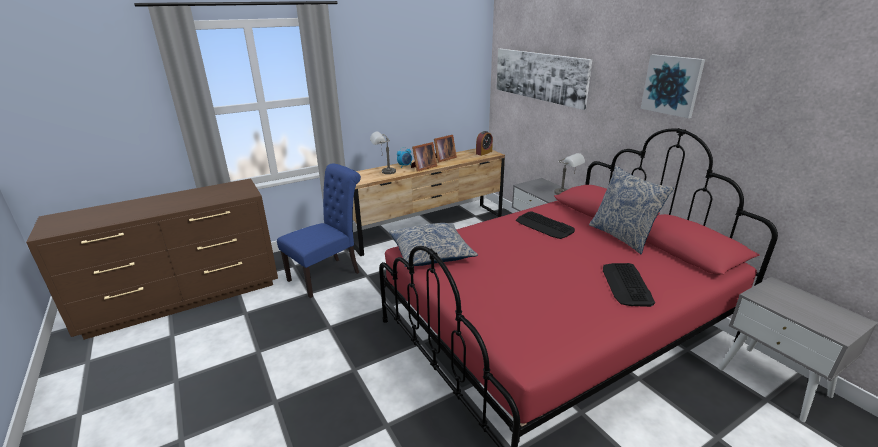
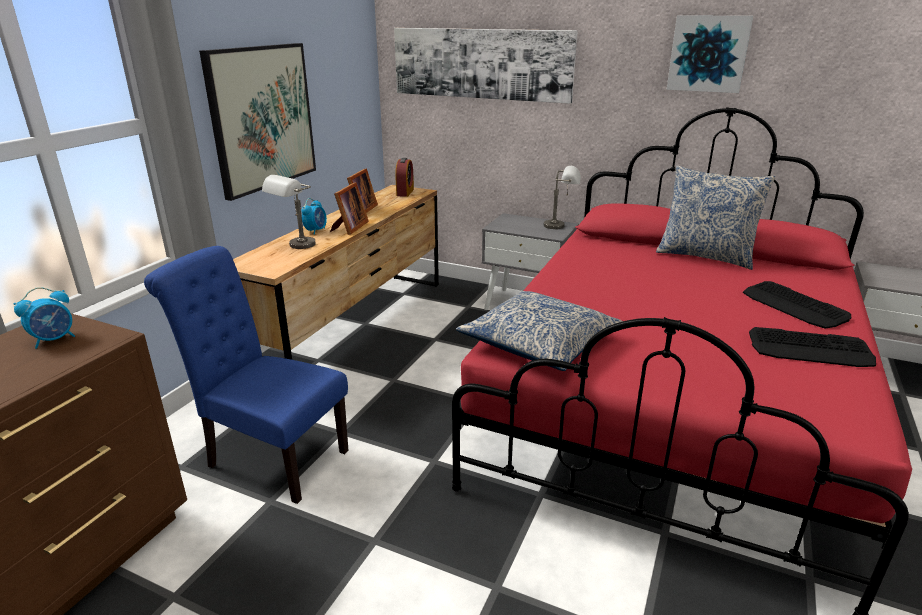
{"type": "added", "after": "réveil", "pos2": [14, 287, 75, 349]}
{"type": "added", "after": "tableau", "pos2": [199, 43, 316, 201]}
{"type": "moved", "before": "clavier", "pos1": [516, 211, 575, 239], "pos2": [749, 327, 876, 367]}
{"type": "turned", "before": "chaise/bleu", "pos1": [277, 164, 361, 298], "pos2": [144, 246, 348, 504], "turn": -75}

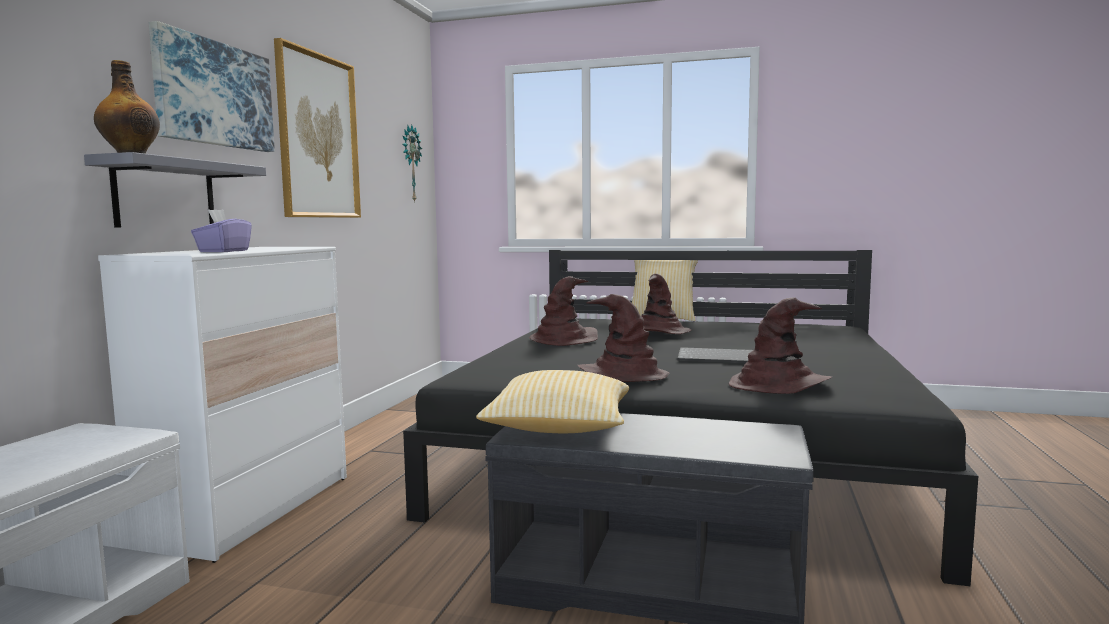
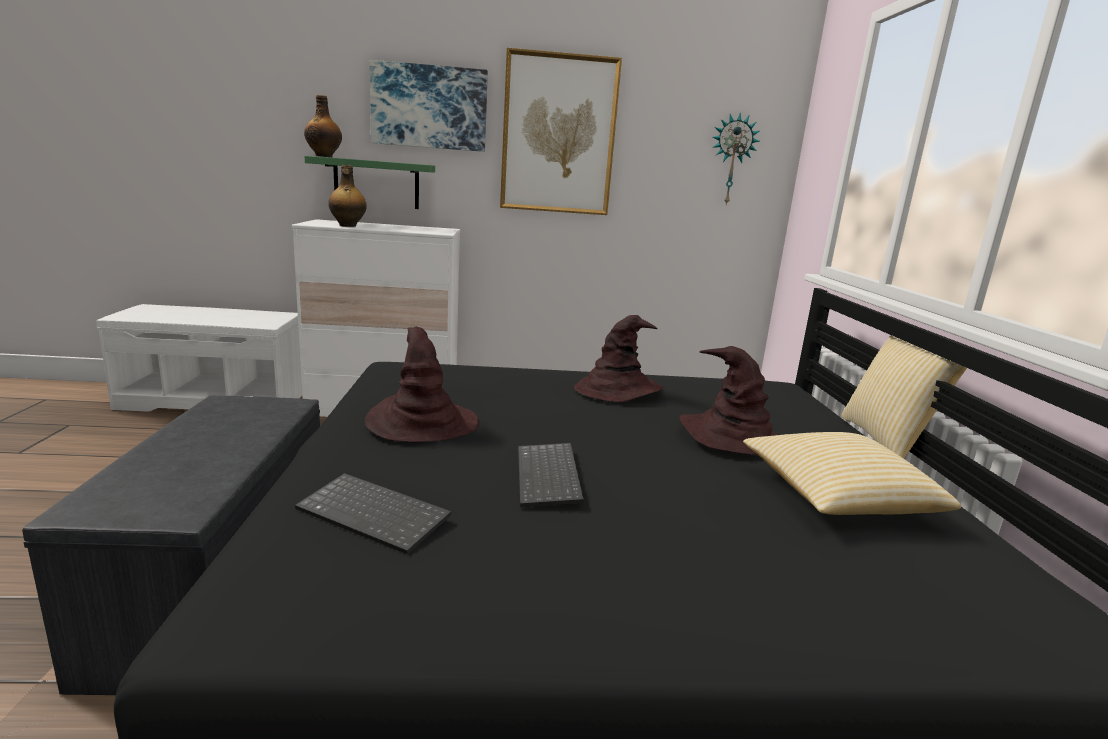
{"type": "moved", "before": "coussin", "pos1": [476, 370, 629, 433], "pos2": [743, 432, 961, 515]}
{"type": "replaced", "before": "boîte à mouchoirs/violet", "after": "bouteille", "pos1": [191, 209, 252, 252], "pos2": [328, 165, 367, 227]}
{"type": "replaced", "before": "chapeau/marron", "after": "clavier", "pos1": [729, 297, 832, 394], "pos2": [295, 473, 451, 554]}
{"type": "recoloured", "before": "étagère/gris", "after": "étagère/vert", "pos1": [84, 152, 266, 227], "pos2": [305, 156, 435, 209]}

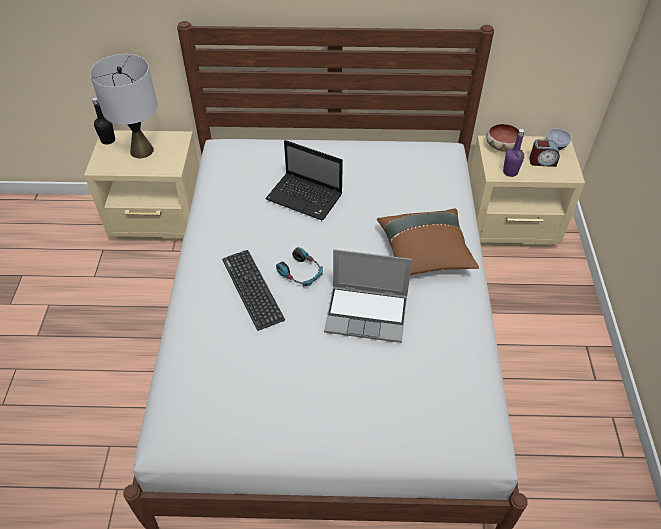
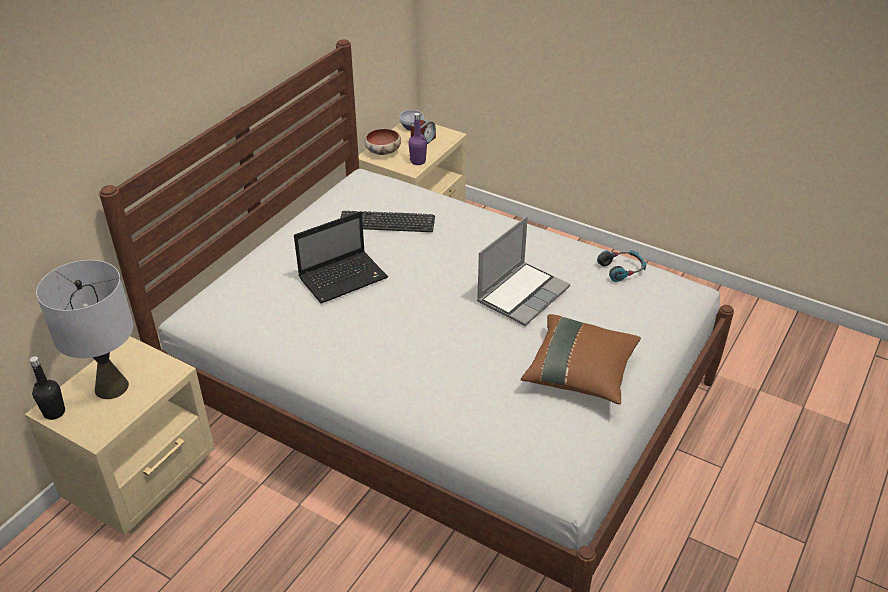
{"type": "moved", "before": "clavier", "pos1": [222, 250, 285, 331], "pos2": [340, 211, 435, 232]}
{"type": "moved", "before": "casque audio", "pos1": [276, 247, 323, 286], "pos2": [597, 250, 647, 282]}
{"type": "moved", "before": "coussin/marron", "pos1": [377, 208, 479, 275], "pos2": [521, 314, 641, 405]}

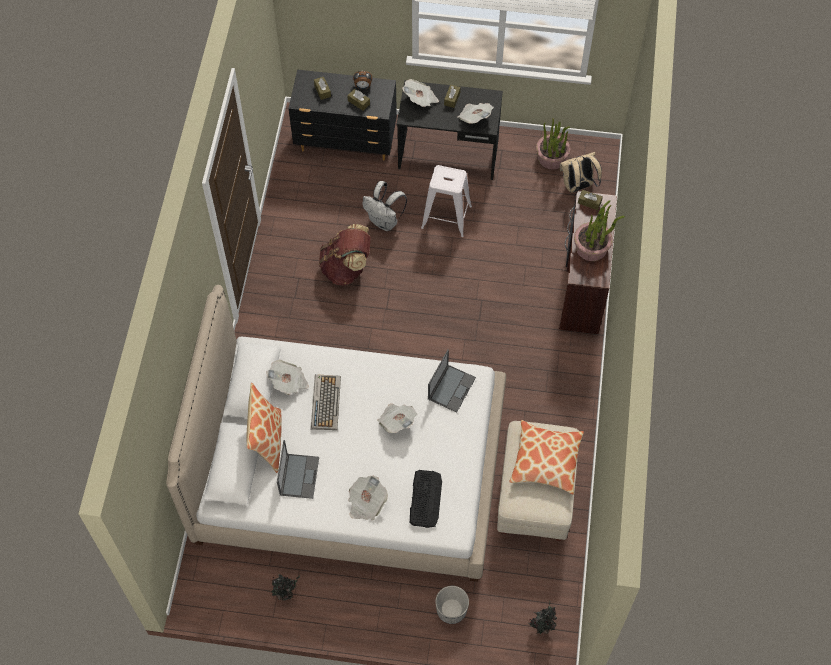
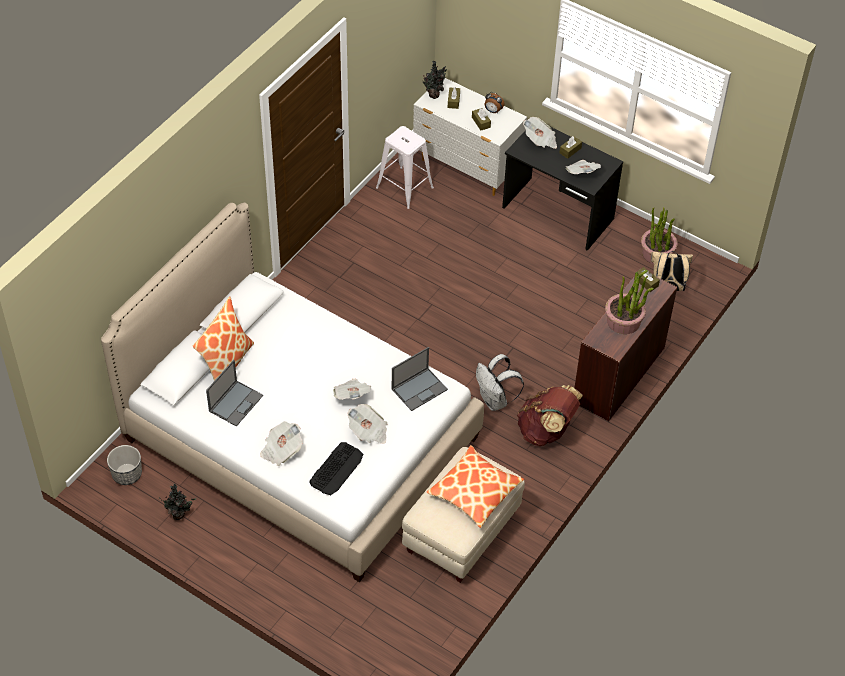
{"type": "removed", "before": "clavier", "pos1": [311, 374, 341, 430]}
{"type": "moved", "before": "journal", "pos1": [266, 360, 309, 395], "pos2": [348, 404, 387, 444]}
{"type": "moved", "before": "sac à dos/marron", "pos1": [319, 224, 370, 285], "pos2": [517, 385, 583, 446]}
{"type": "moved", "before": "sac à dos/blanc", "pos1": [363, 181, 407, 231], "pos2": [476, 354, 524, 411]}
{"type": "moved", "before": "tabouret/blanc", "pos1": [421, 165, 472, 237], "pos2": [376, 126, 434, 209]}
{"type": "moved", "before": "cache-pot", "pos1": [435, 586, 469, 624], "pos2": [107, 445, 142, 485]}
{"type": "moved", "before": "plante en pot", "pos1": [528, 601, 557, 635], "pos2": [423, 61, 447, 99]}
{"type": "recoloured", "before": "commode/noir", "after": "commode/blanc", "pos1": [288, 69, 397, 161], "pos2": [413, 78, 527, 196]}

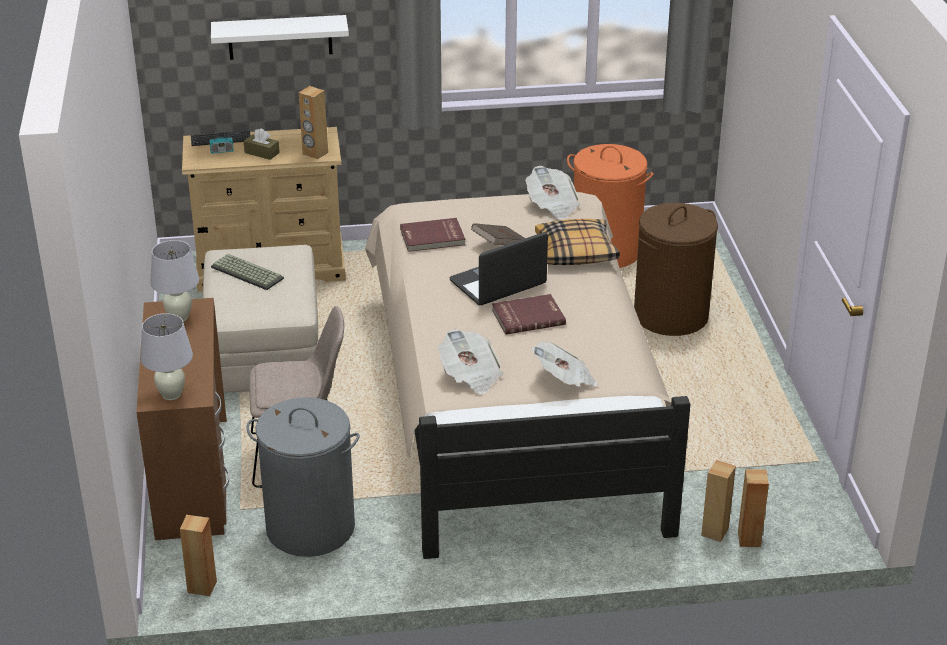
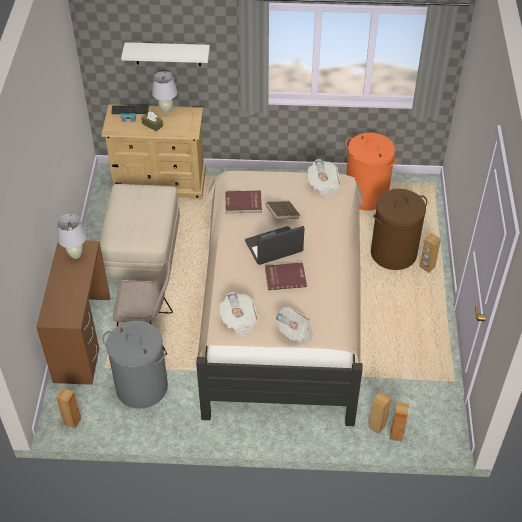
{"type": "removed", "before": "clavier", "pos1": [211, 254, 284, 290]}
{"type": "removed", "before": "coussin", "pos1": [535, 219, 620, 265]}
{"type": "moved", "before": "lampe de table/blanc", "pos1": [141, 313, 193, 400], "pos2": [152, 71, 178, 114]}
{"type": "moved", "before": "enceinte/marron", "pos1": [299, 86, 328, 159], "pos2": [419, 233, 441, 273]}

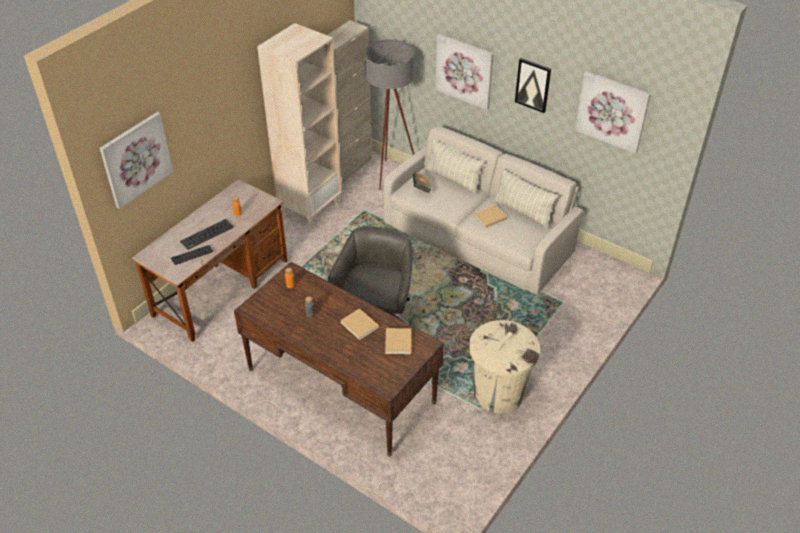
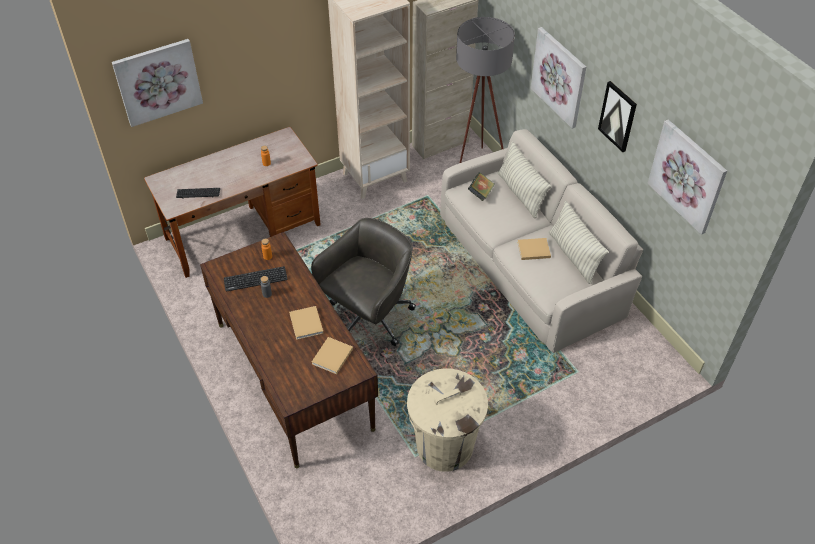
{"type": "moved", "before": "clavier", "pos1": [180, 219, 234, 250], "pos2": [224, 266, 288, 292]}

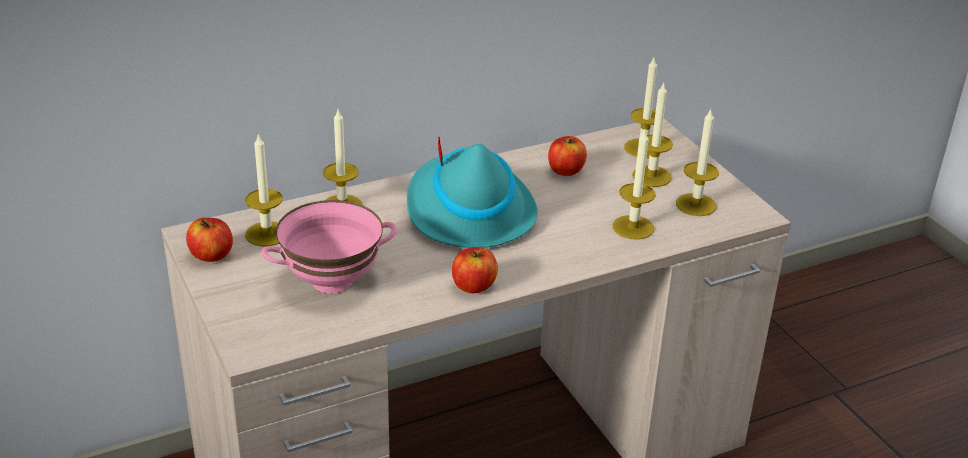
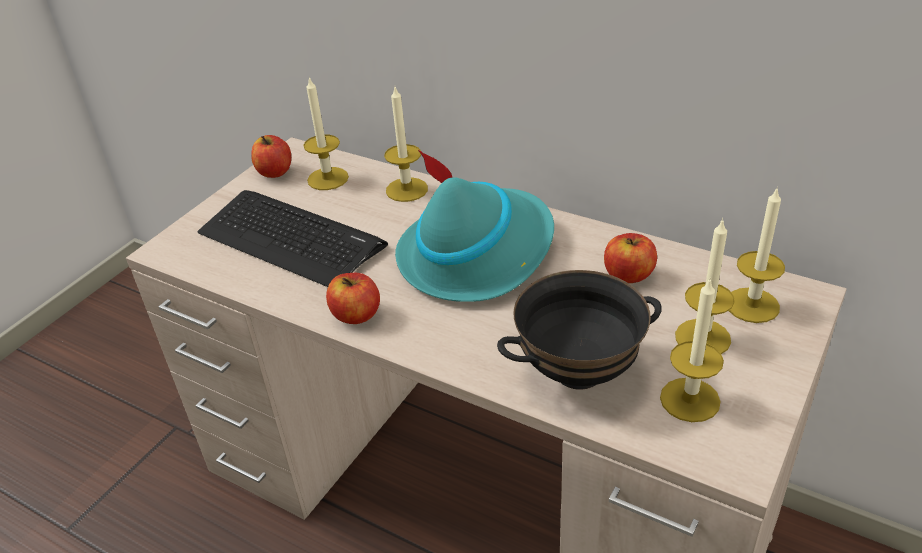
{"type": "replaced", "before": "bol/rose", "after": "clavier", "pos1": [261, 200, 397, 294], "pos2": [197, 190, 388, 287]}
{"type": "replaced", "before": "bougie", "after": "bol/noir", "pos1": [613, 131, 656, 240], "pos2": [497, 270, 662, 390]}

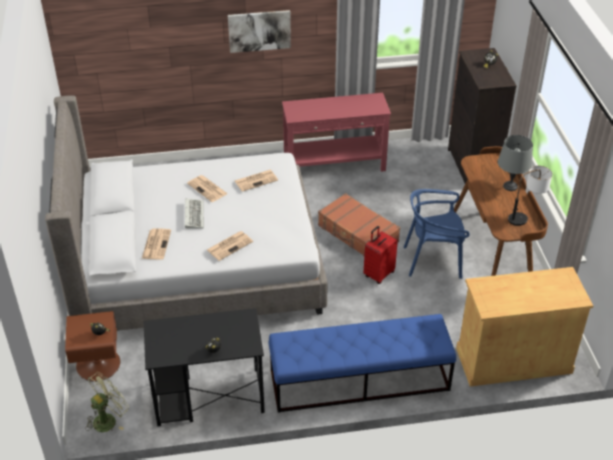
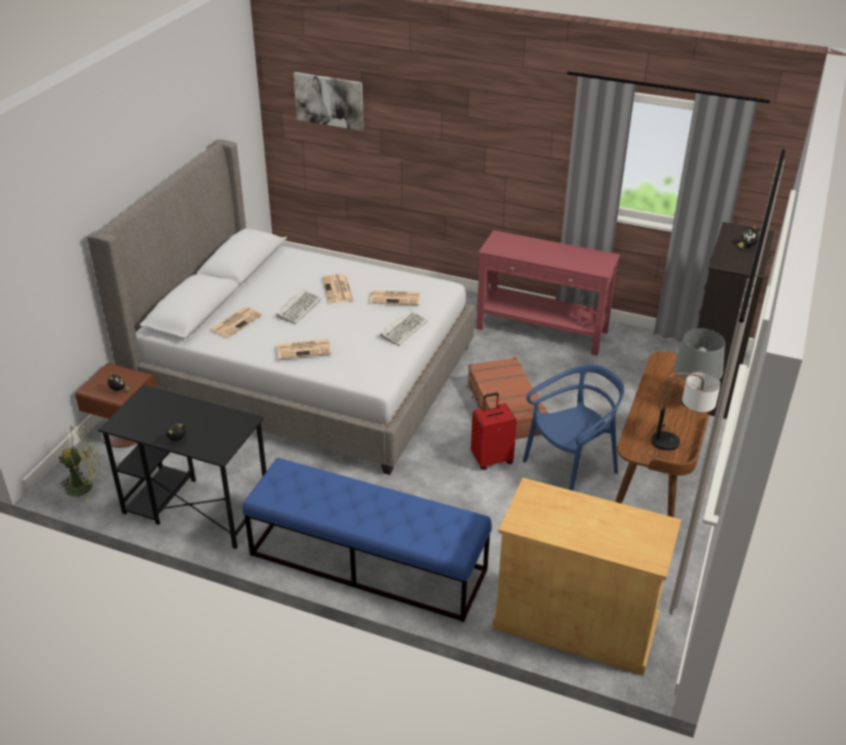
{"type": "added", "after": "clavier", "pos2": [380, 309, 428, 346]}
{"type": "moved", "before": "tableau", "pos1": [228, 10, 291, 53], "pos2": [293, 72, 364, 131]}
{"type": "turned", "before": "chaise/bleu", "pos1": [403, 189, 470, 279], "pos2": [523, 364, 624, 491], "turn": 120}

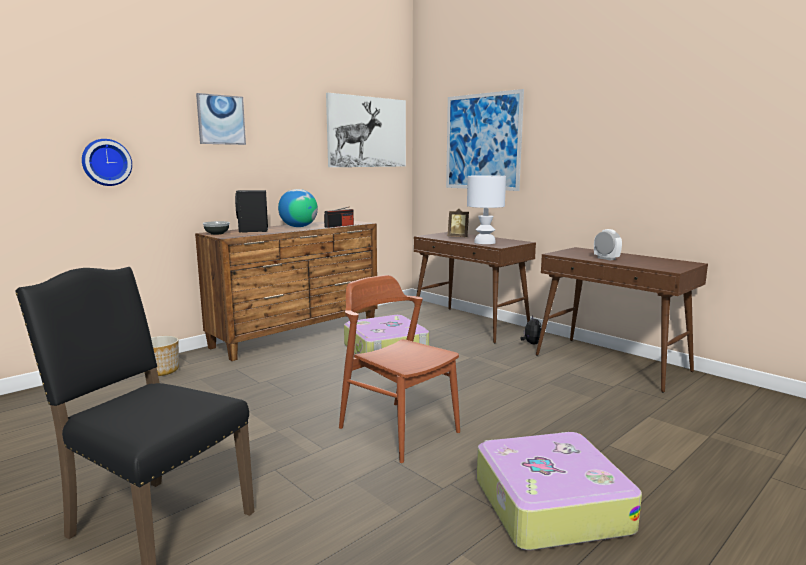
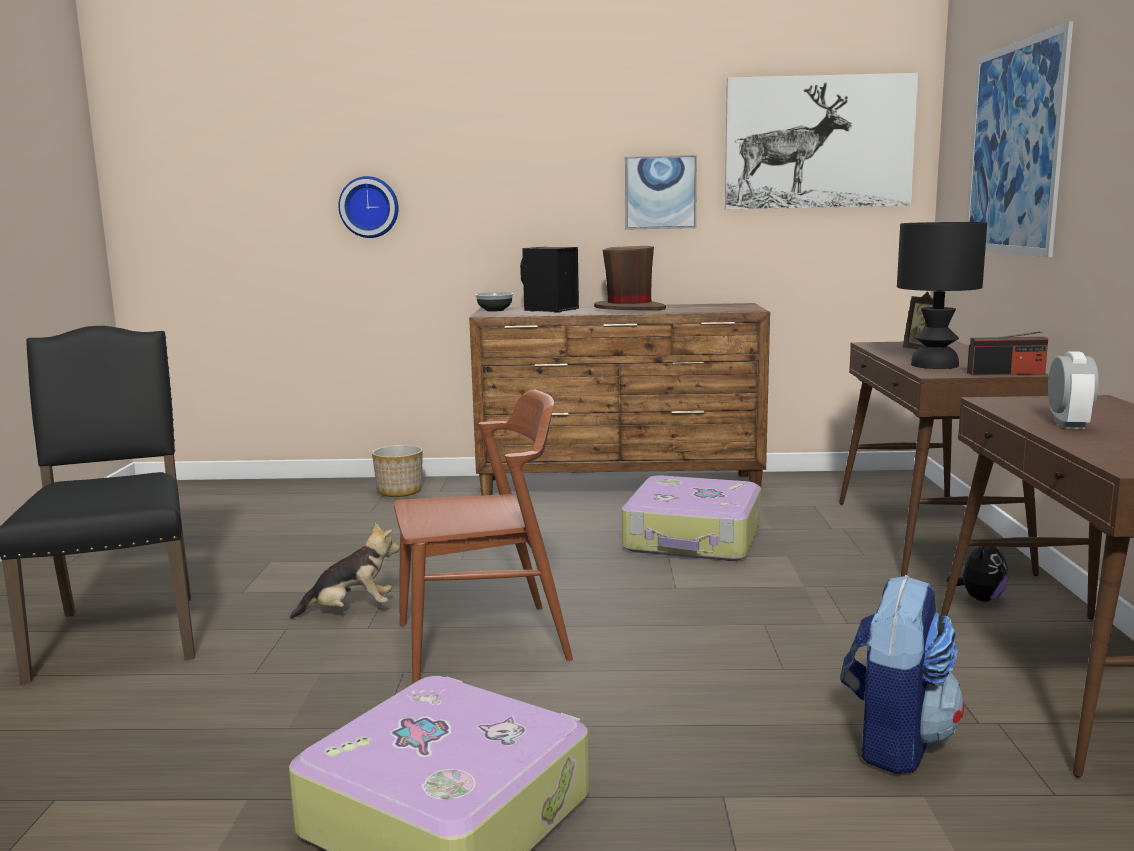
{"type": "added", "after": "peluche", "pos2": [290, 522, 399, 619]}
{"type": "added", "after": "sac à dos", "pos2": [841, 575, 964, 774]}
{"type": "moved", "before": "tableau", "pos1": [196, 93, 246, 145], "pos2": [625, 155, 697, 230]}
{"type": "moved", "before": "radio", "pos1": [324, 207, 354, 228], "pos2": [967, 331, 1048, 375]}
{"type": "replaced", "before": "globe", "after": "chapeau/marron", "pos1": [278, 189, 318, 227], "pos2": [594, 246, 666, 310]}
{"type": "recoloured", "before": "lampe de table/blanc", "after": "lampe de table/noir", "pos1": [467, 175, 506, 244], "pos2": [897, 222, 987, 369]}
{"type": "turned", "before": "chaise/marron", "pos1": [339, 275, 460, 463], "pos2": [394, 389, 573, 683], "turn": 75}

